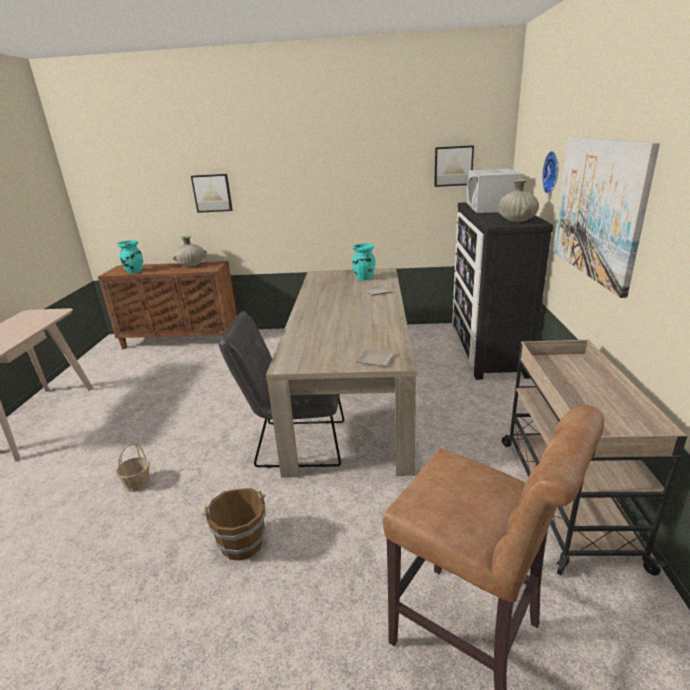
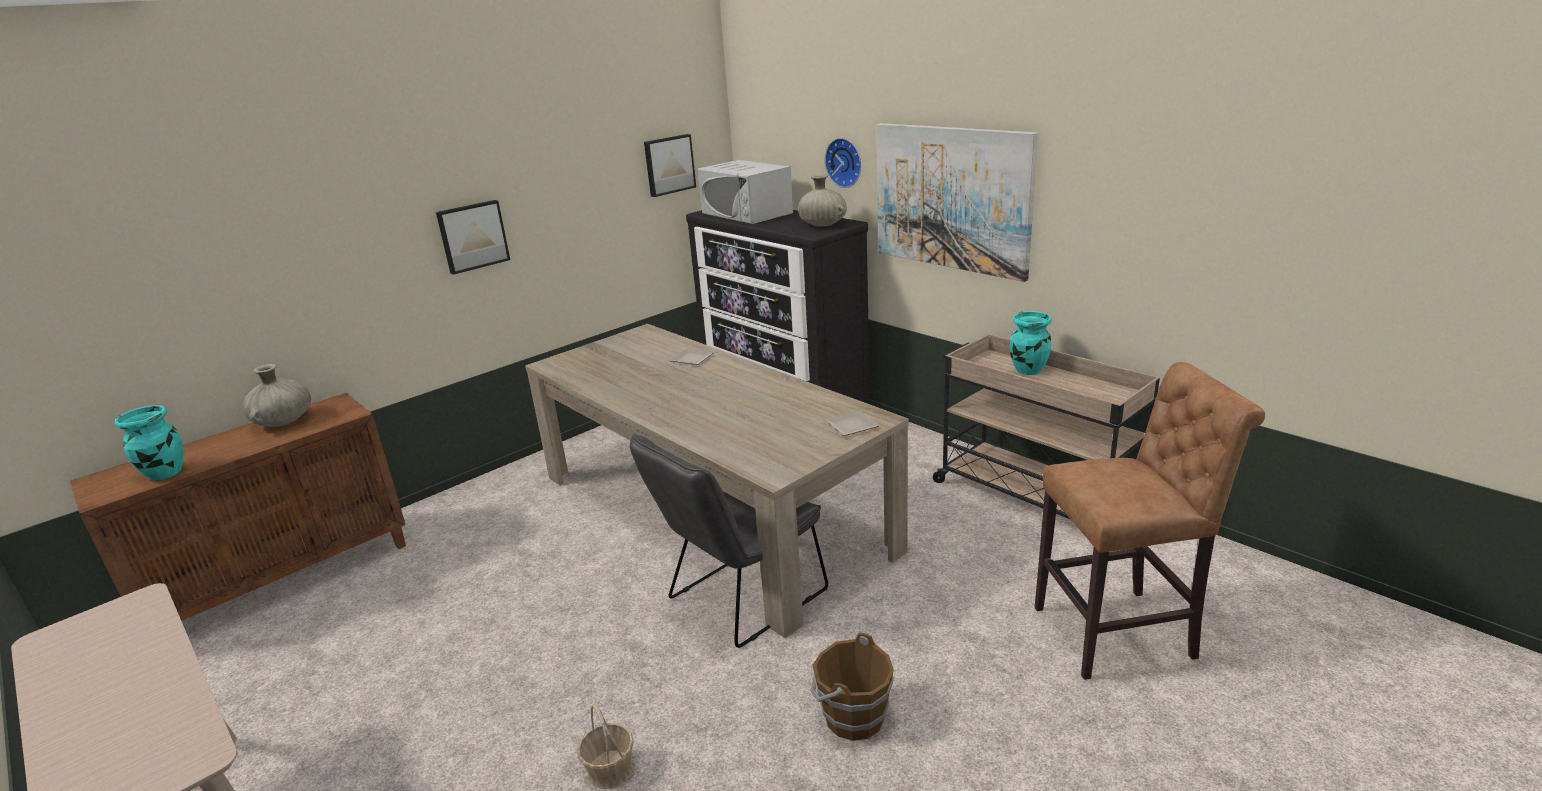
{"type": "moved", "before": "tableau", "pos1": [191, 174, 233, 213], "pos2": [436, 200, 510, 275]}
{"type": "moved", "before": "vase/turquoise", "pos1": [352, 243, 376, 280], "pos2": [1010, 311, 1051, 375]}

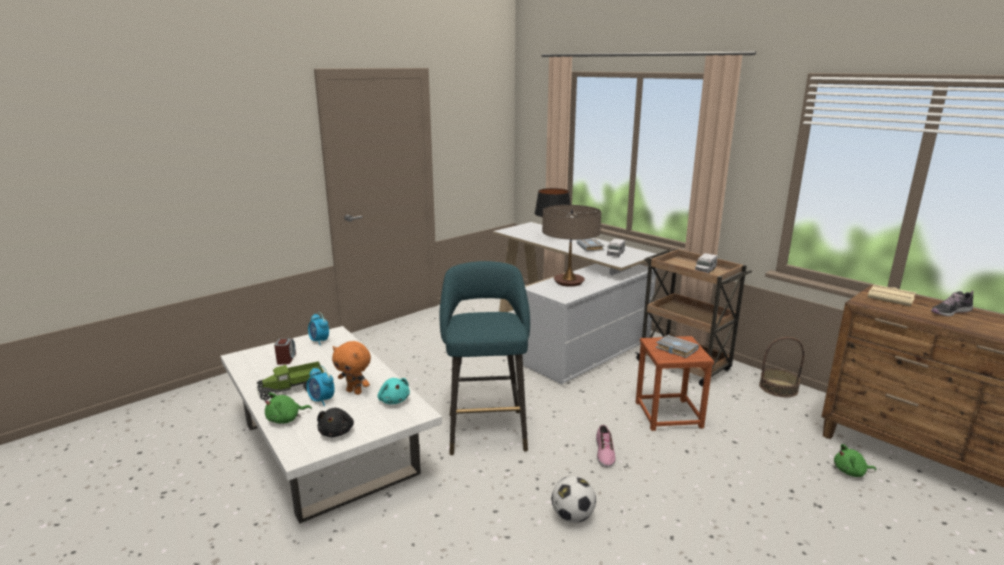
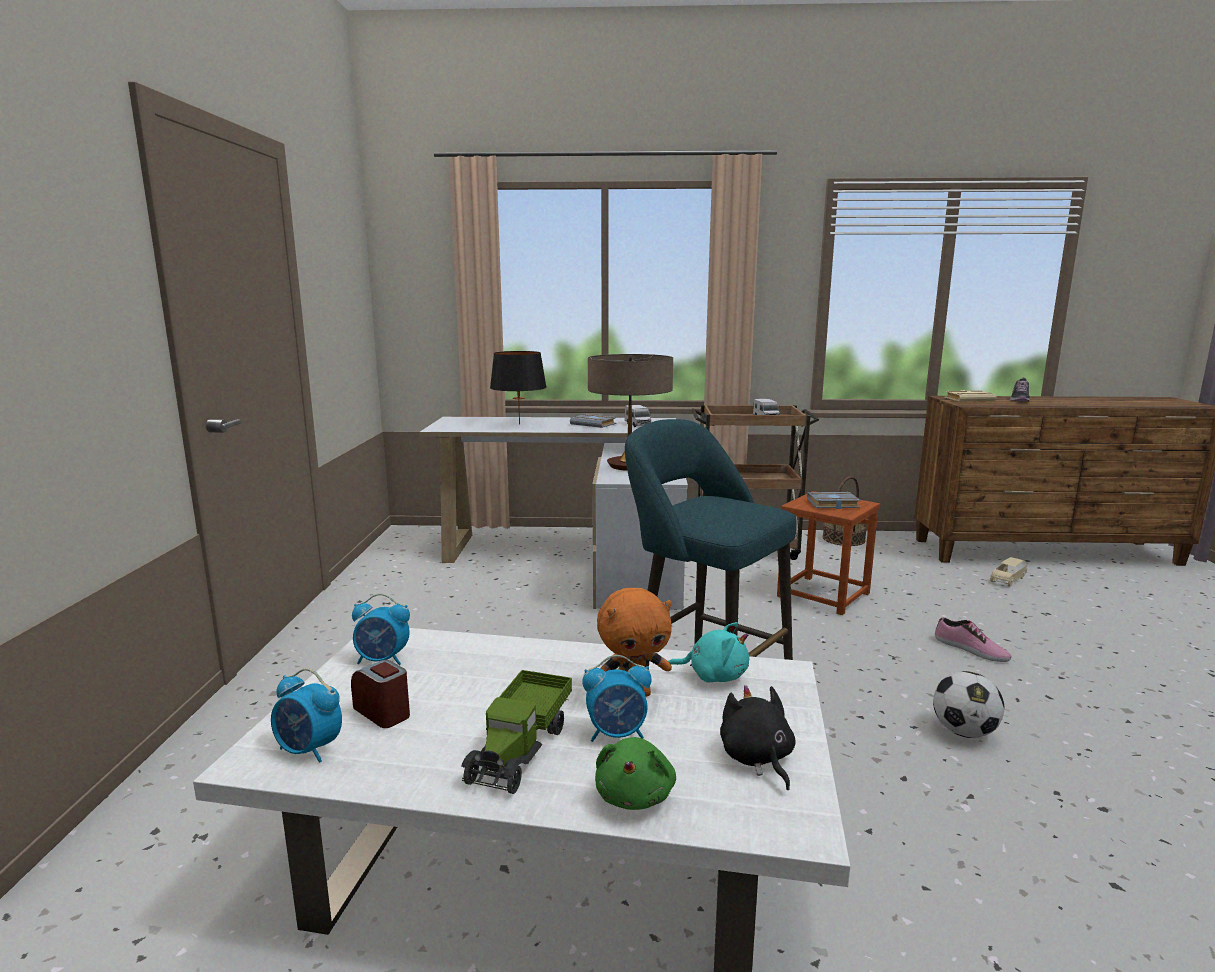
{"type": "added", "after": "réveil", "pos2": [271, 668, 342, 763]}
{"type": "moved", "before": "chaussure", "pos1": [596, 425, 616, 467], "pos2": [935, 617, 1011, 662]}
{"type": "replaced", "before": "peluche/vert", "after": "petite voiture/beige", "pos1": [834, 444, 877, 477], "pos2": [990, 557, 1027, 587]}
{"type": "turned", "before": "peluche/noir", "pos1": [317, 408, 354, 437], "pos2": [720, 685, 795, 790], "turn": -150}

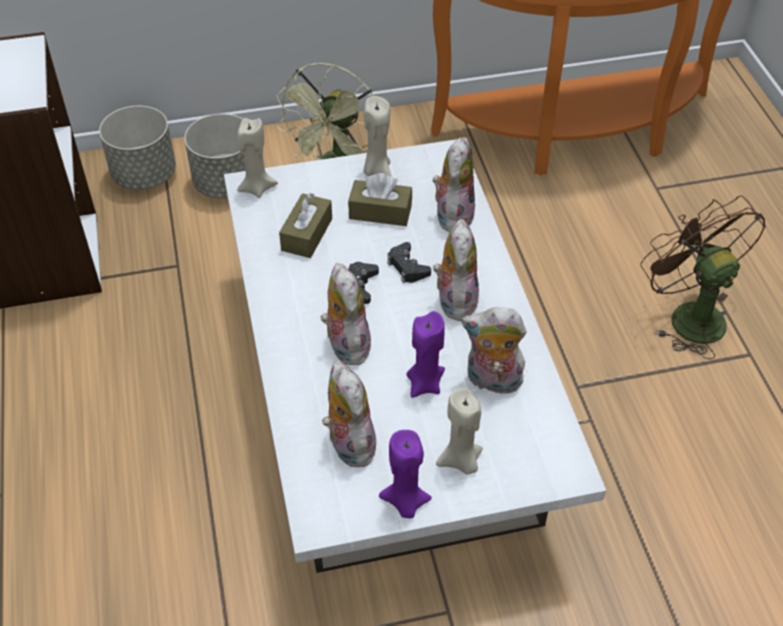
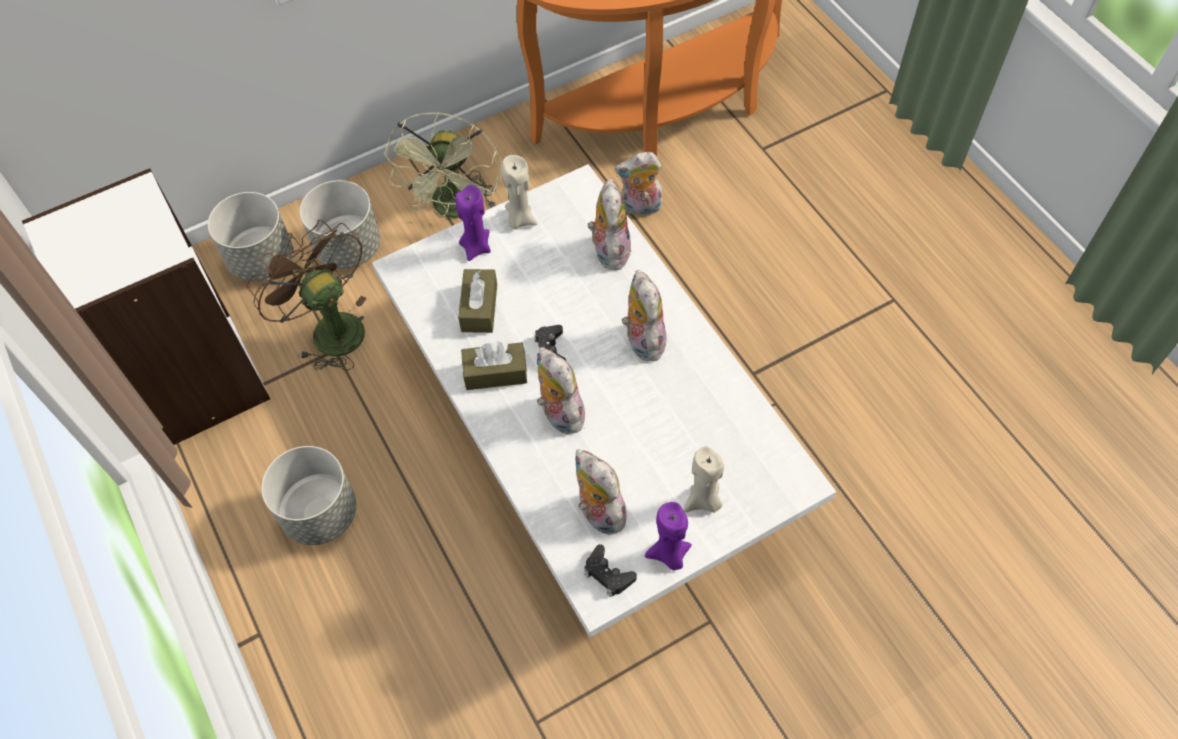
{"type": "removed", "before": "bougie/beige", "pos1": [237, 118, 278, 198]}
{"type": "added", "after": "cache-pot/gris", "pos2": [261, 446, 356, 545]}
{"type": "moved", "before": "boîte à mouchoirs/marron", "pos1": [348, 173, 412, 226], "pos2": [461, 341, 527, 390]}
{"type": "moved", "before": "manette/noir", "pos1": [387, 242, 431, 283], "pos2": [584, 544, 637, 597]}
{"type": "moved", "before": "bougie/violet", "pos1": [407, 311, 445, 398], "pos2": [455, 184, 491, 261]}
{"type": "moved", "before": "peluche", "pos1": [461, 307, 527, 398], "pos2": [614, 152, 662, 215]}
{"type": "moved", "before": "ventilateur/marron", "pos1": [640, 196, 766, 359], "pos2": [246, 220, 367, 371]}

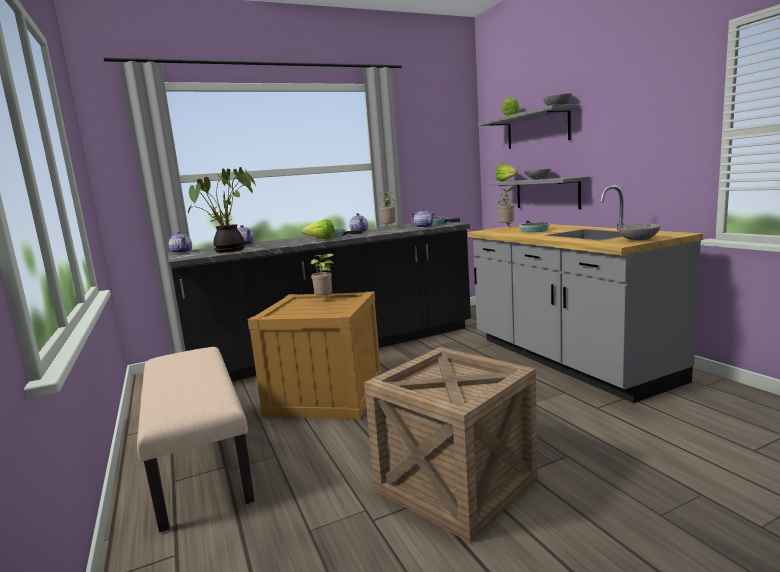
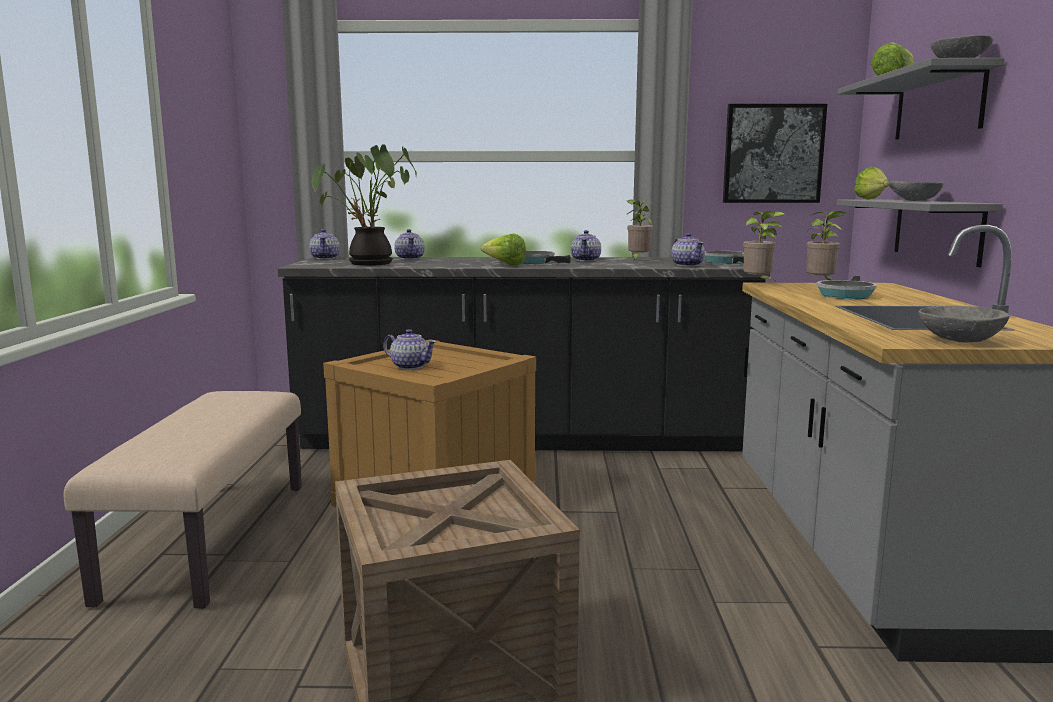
{"type": "added", "after": "théière", "pos2": [383, 329, 437, 370]}
{"type": "added", "after": "tableau", "pos2": [723, 104, 827, 203]}
{"type": "moved", "before": "plante en pot", "pos1": [311, 254, 335, 297], "pos2": [743, 211, 785, 280]}

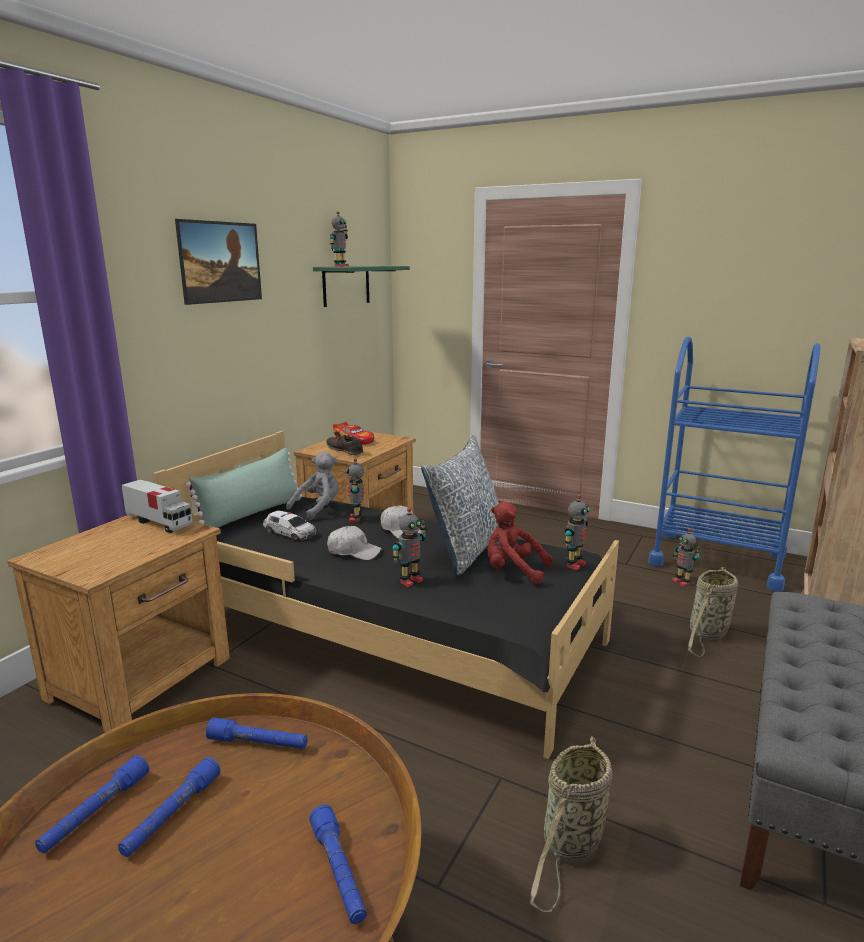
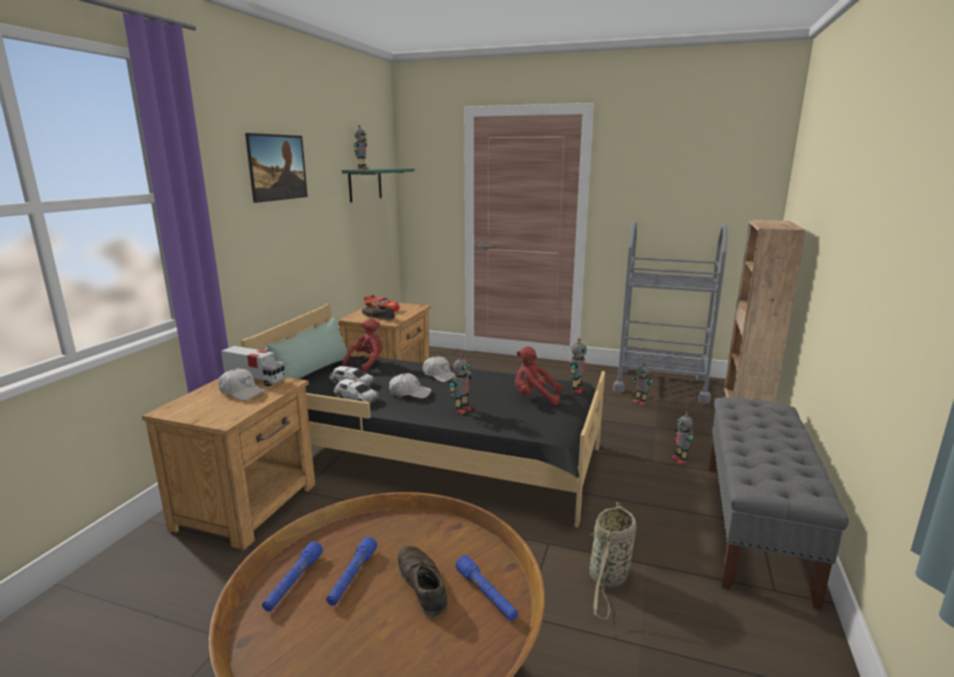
{"type": "removed", "before": "lampe de poche/bleu", "pos1": [206, 717, 308, 749]}
{"type": "removed", "before": "coussin", "pos1": [421, 435, 499, 575]}
{"type": "removed", "before": "panier", "pos1": [688, 567, 738, 657]}
{"type": "added", "after": "casquette/blanc", "pos2": [218, 368, 266, 401]}
{"type": "added", "after": "petite voiture", "pos2": [334, 379, 379, 404]}
{"type": "added", "after": "chaussure/marron", "pos2": [398, 546, 448, 617]}
{"type": "moved", "before": "robot jouet", "pos1": [346, 458, 365, 522], "pos2": [672, 412, 694, 464]}
{"type": "recoloured", "before": "peluche/gris", "after": "peluche/rouge", "pos1": [286, 452, 339, 520], "pos2": [342, 318, 383, 372]}
{"type": "recoloured", "before": "chariot/bleu", "after": "chariot/gris", "pos1": [648, 337, 820, 592], "pos2": [613, 221, 728, 403]}

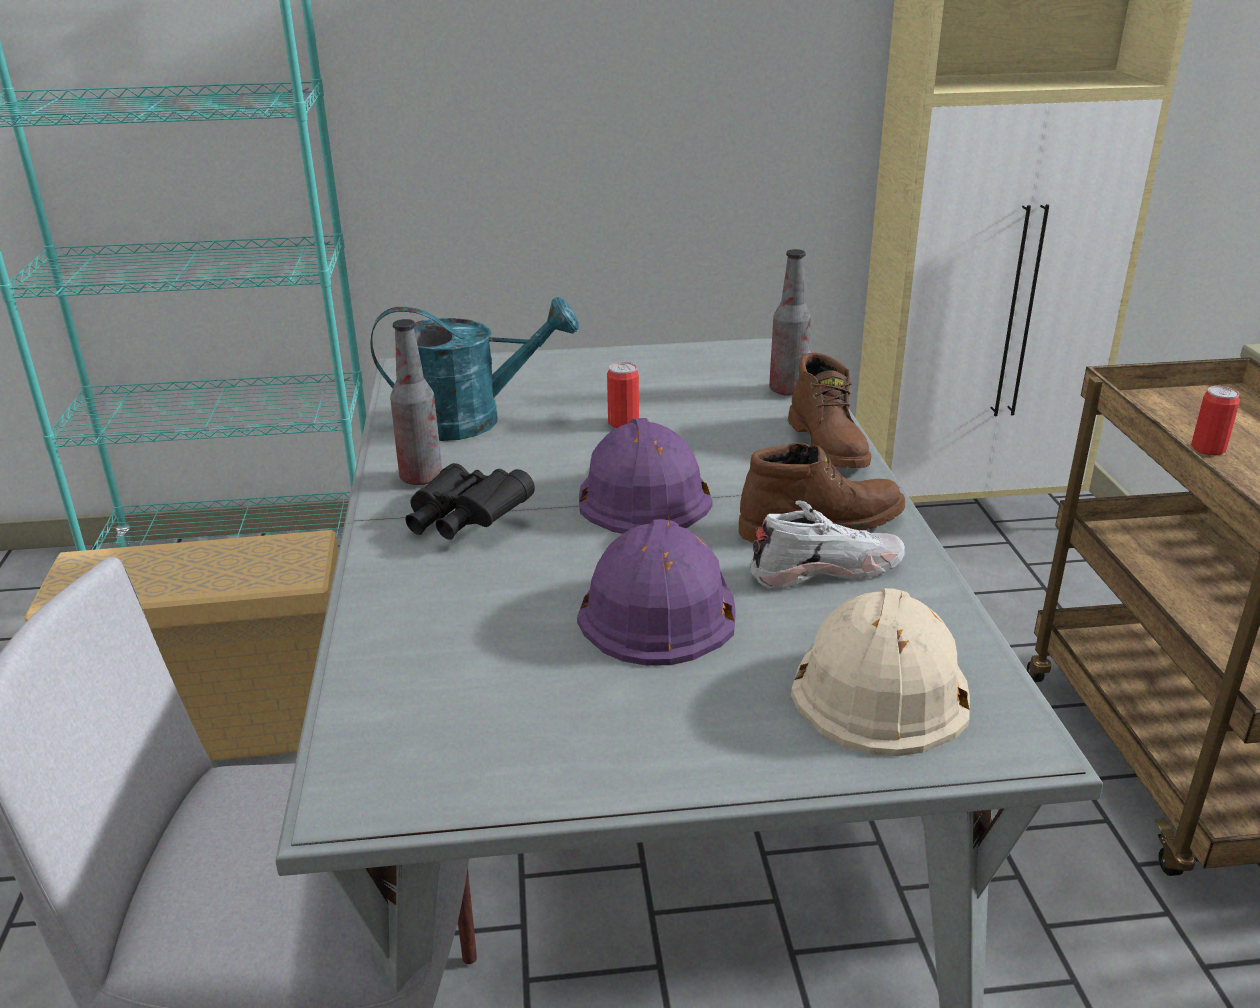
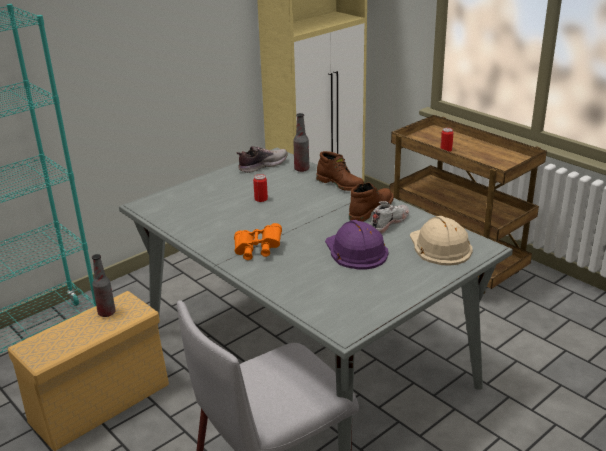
{"type": "removed", "before": "arrosoir/turquoise", "pos1": [370, 297, 579, 441]}
{"type": "removed", "before": "casque de chantier/violet", "pos1": [579, 418, 713, 534]}
{"type": "added", "after": "chaussure", "pos2": [236, 146, 288, 173]}
{"type": "moved", "before": "bouteille", "pos1": [390, 319, 442, 485], "pos2": [92, 254, 116, 317]}
{"type": "recoloured", "before": "jumelles/noir", "after": "jumelles/orange", "pos1": [406, 463, 535, 540], "pos2": [234, 223, 282, 260]}

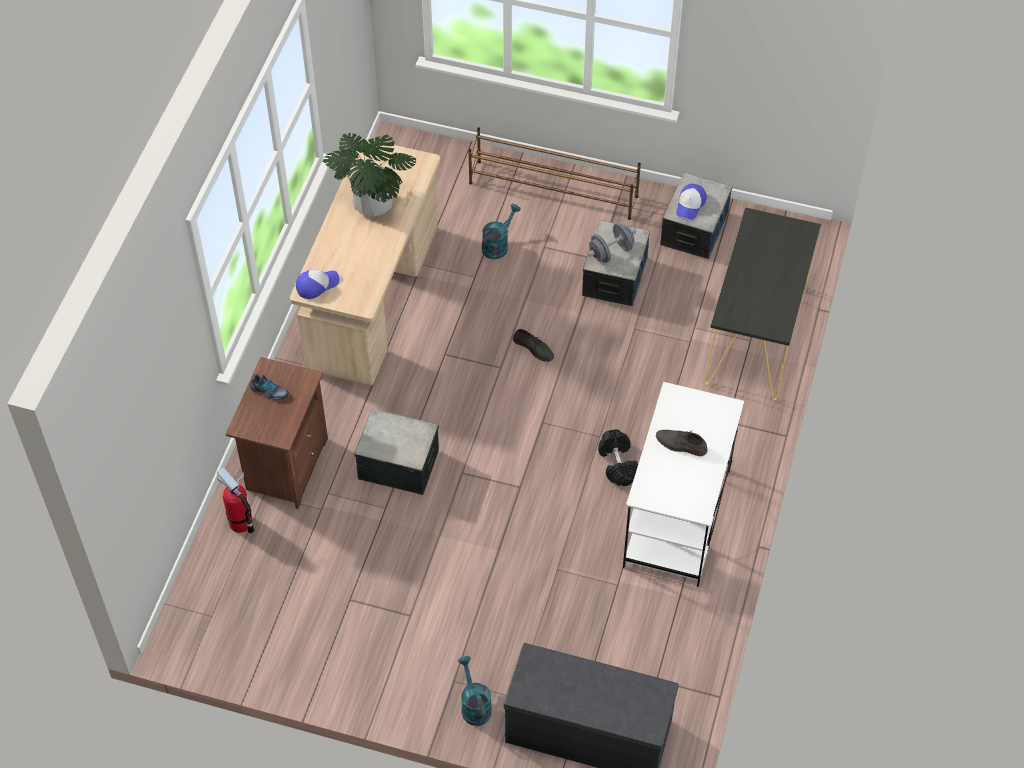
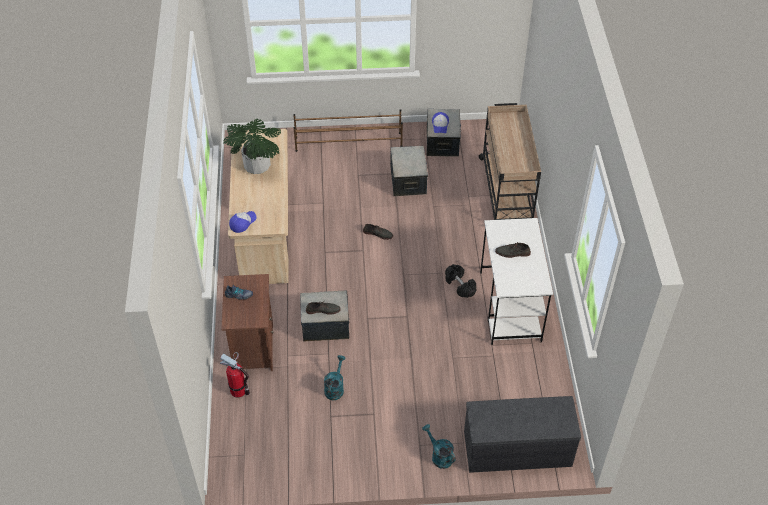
{"type": "removed", "before": "haltère/gris", "pos1": [587, 223, 636, 263]}
{"type": "added", "after": "chaussure/gris", "pos2": [306, 302, 341, 315]}
{"type": "moved", "before": "arrosoir/turquoise", "pos1": [482, 204, 521, 259], "pos2": [324, 355, 346, 400]}
{"type": "replaced", "before": "table console/noir", "after": "chariot/beige", "pos1": [705, 207, 821, 401], "pos2": [479, 103, 541, 223]}

